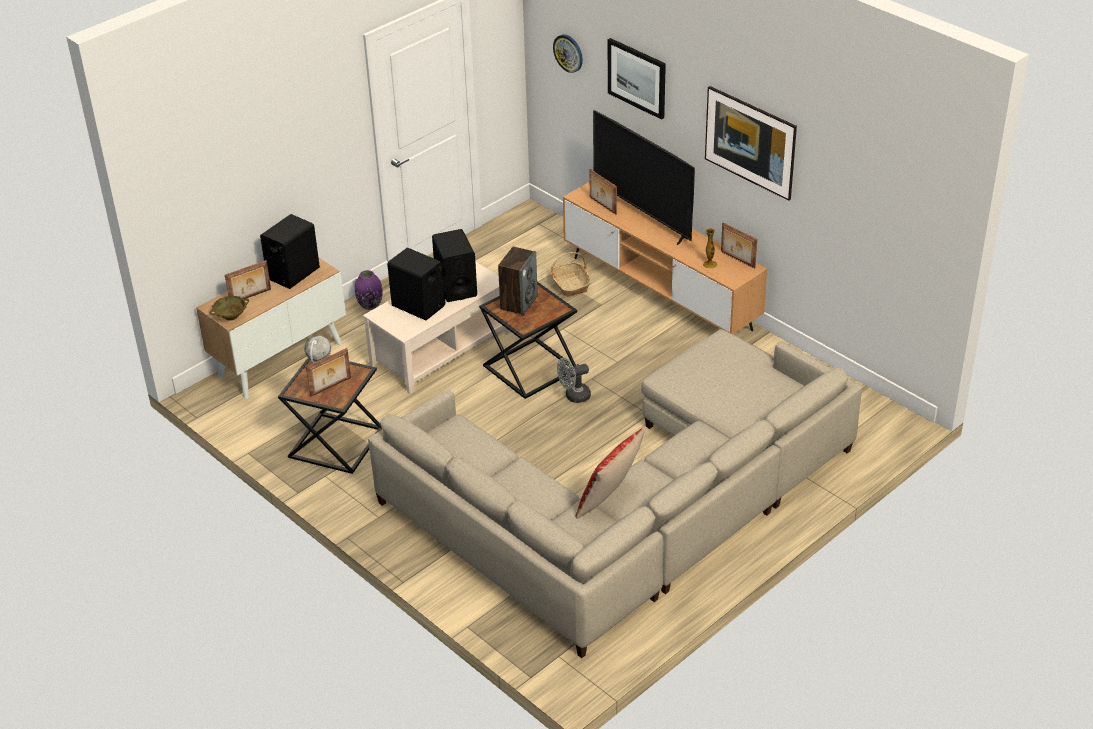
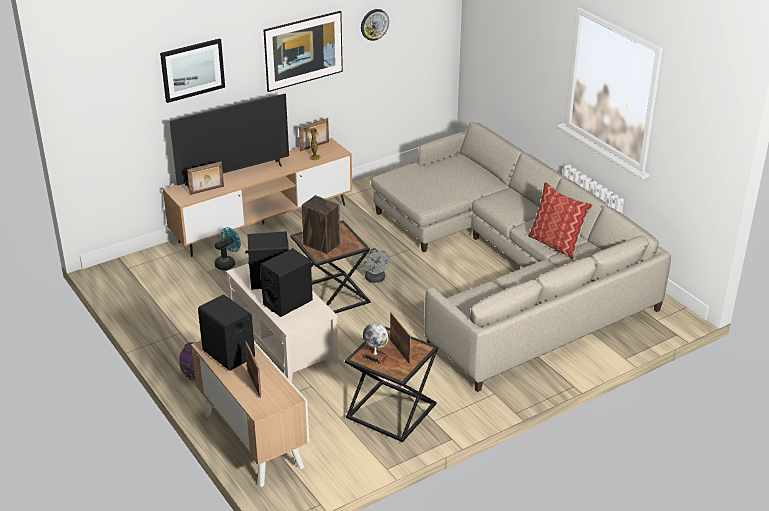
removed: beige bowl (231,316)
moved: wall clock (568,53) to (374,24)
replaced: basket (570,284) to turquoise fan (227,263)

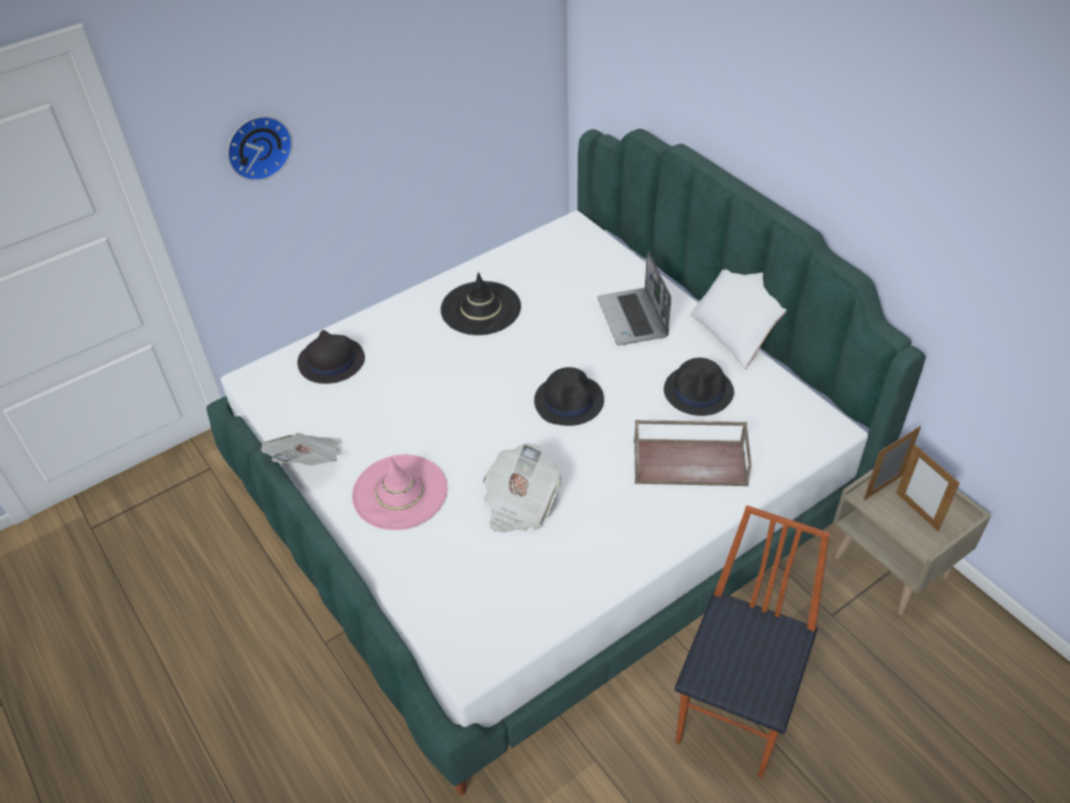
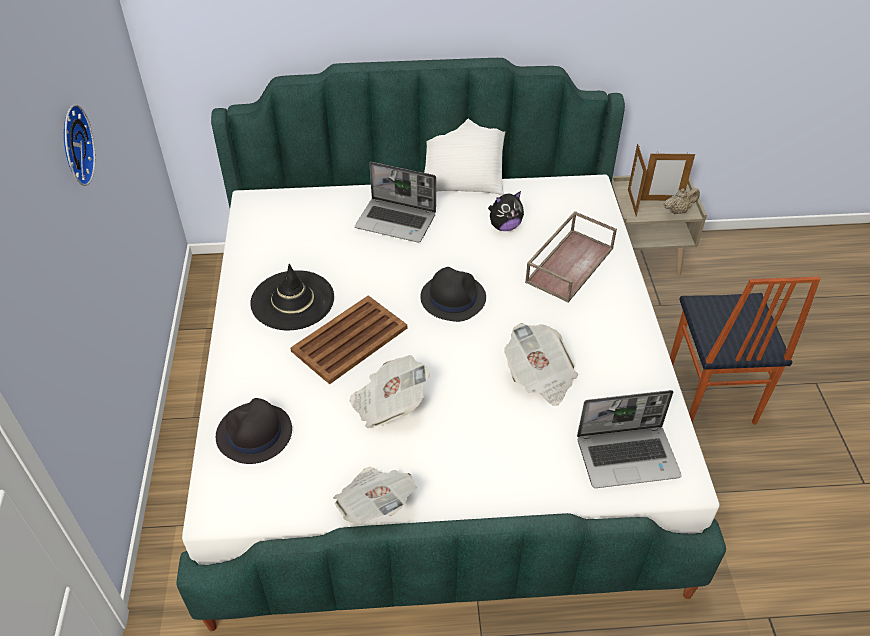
removed: pink hat (400,492)
added: brown tray (348,340); newspaper (389,404); laptop (628,456); beige teapot (678,211)
moved: wall clock (257,146) to (73,145)
replaced: black hat (699,391) to plush toy (504,226)
turned: chair (736,715) = (709,395) 150 degrees counterclockwise

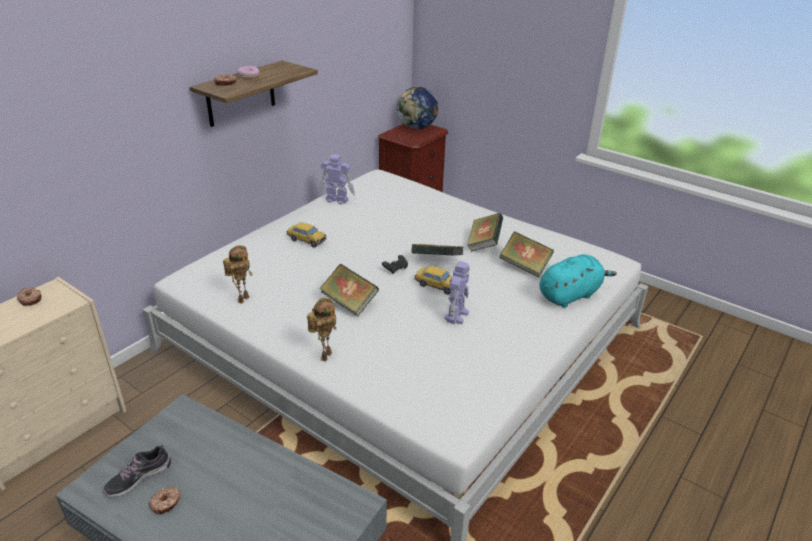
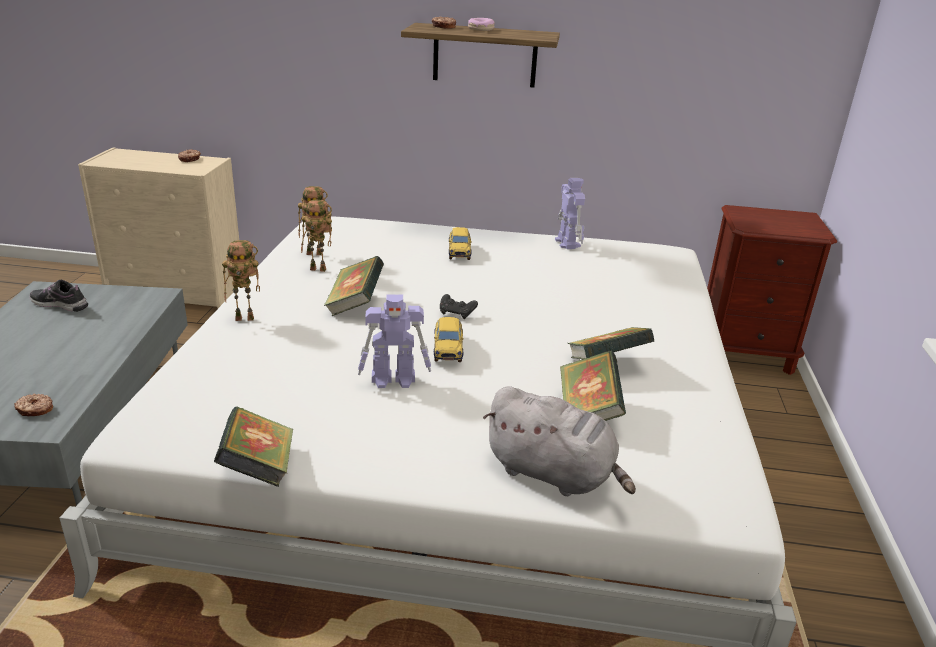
removed: globe (417,127)
added: toy robot (320,269)
moved: donut (166,503) to (35,410); book (437,262) to (259,470)
recoloured: turquoise plush toy (570,295) to grey plush toy (554,474)

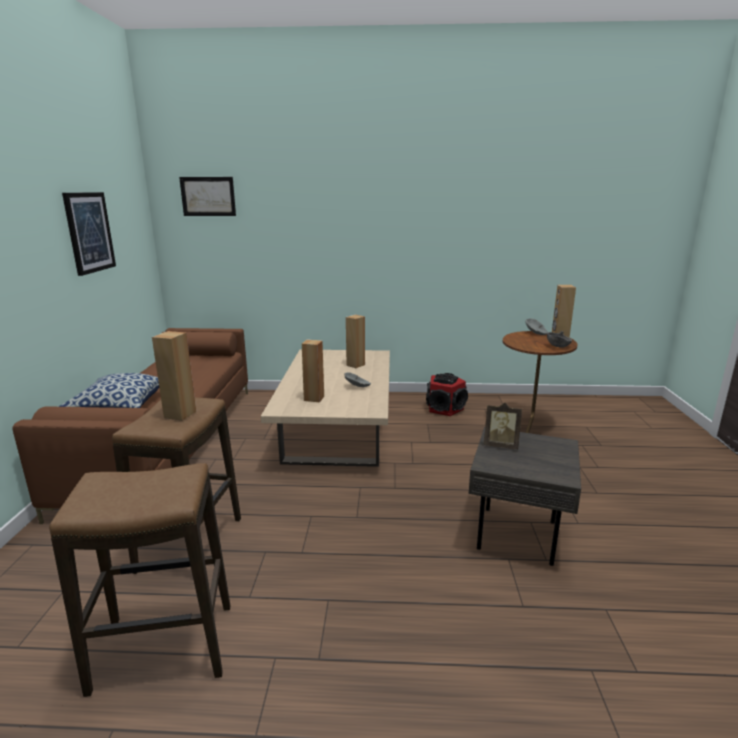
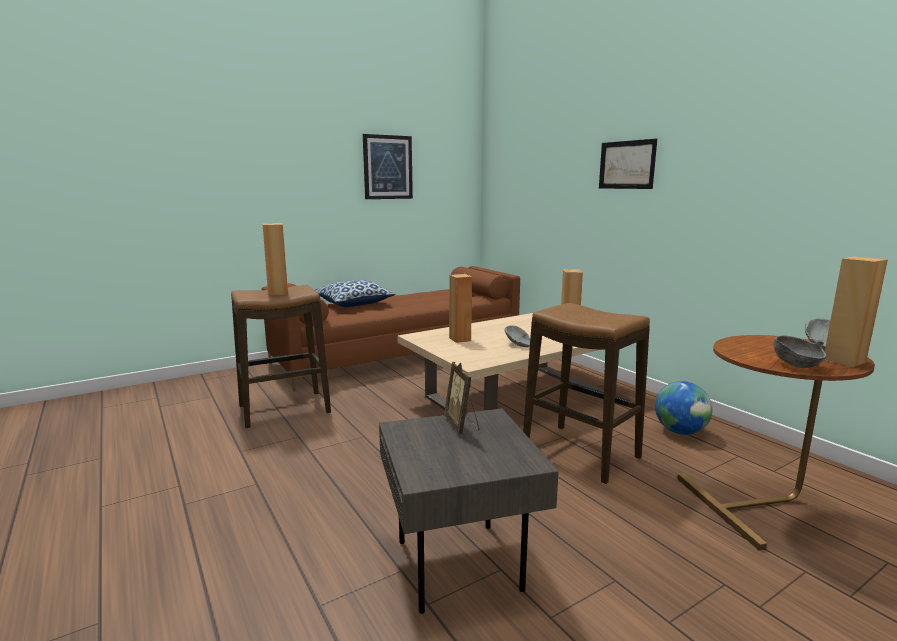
moved: stool (164,647) to (581,453); picture (208,196) to (626,165)
replaced: speaker (445,408) to globe (680,431)

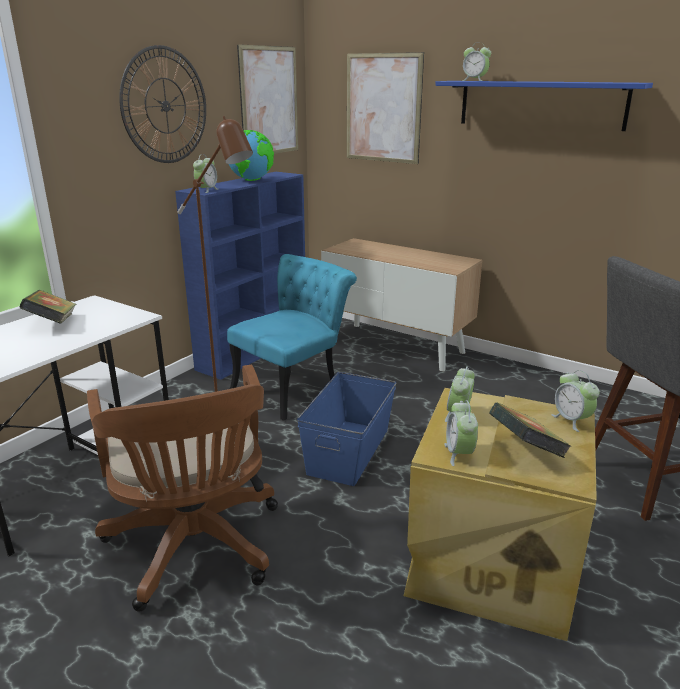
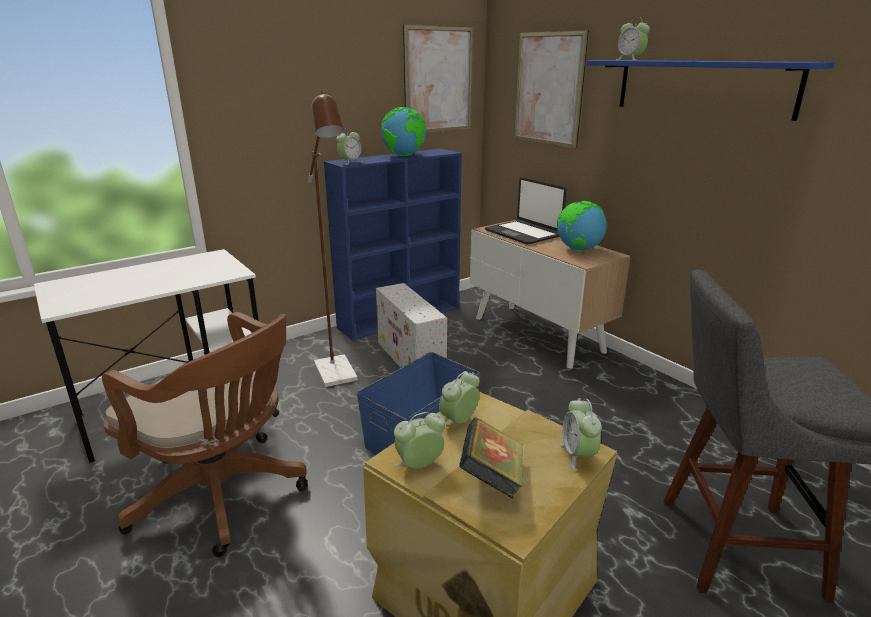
removed: book (53,323); wall clock (165,106)
added: laptop (523,233); globe (578,250)
replaced: turquoise chair (294,388) to white storage box (411,360)
turned: brown office chair (196,549) = (225,495) 60 degrees counterclockwise; alarm clock (459,454) = (419,465) 45 degrees clockwise

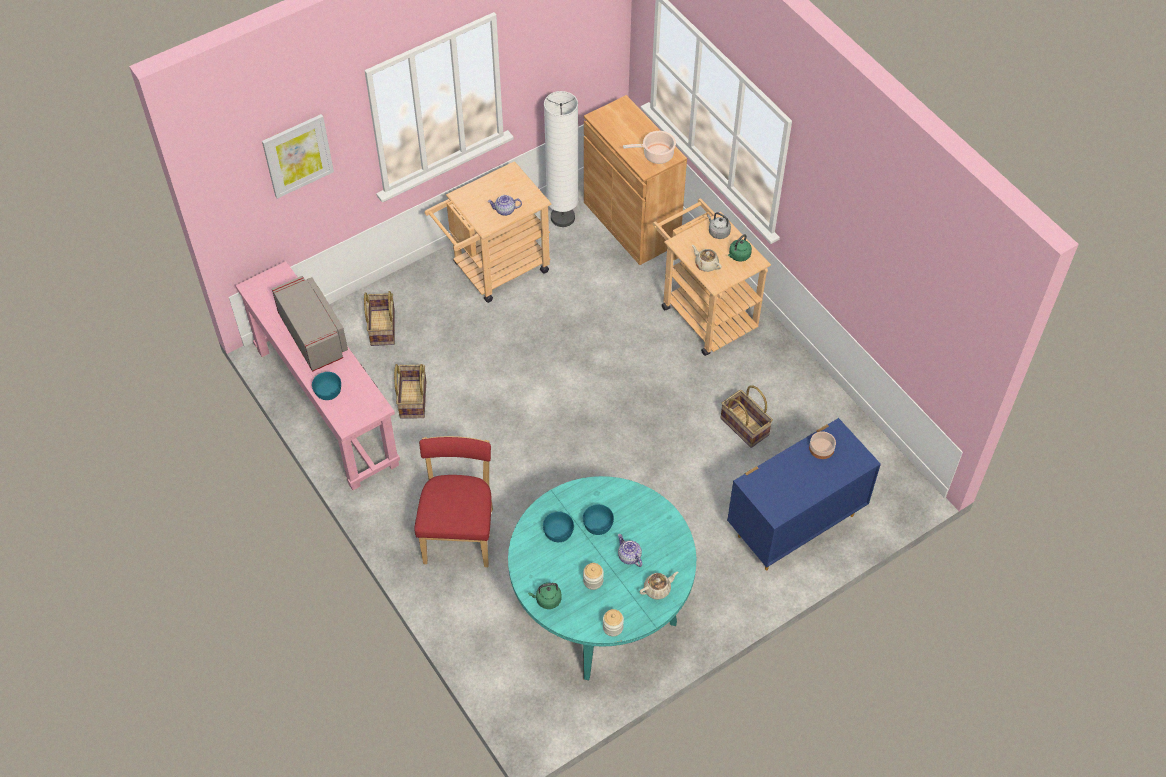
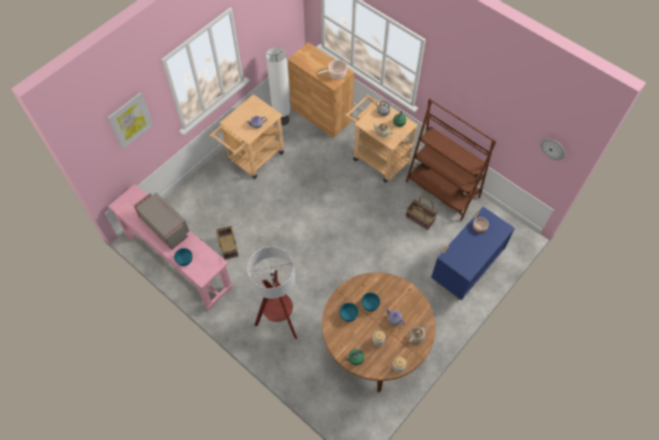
removed: basket (382,327)
added: brown bookcase (442,189); wall clock (553,148)
replaced: red chair (460,532) to floor lamp (279,320)
recoloured: turquoise dining table (601,610) to brown dining table (374,347)

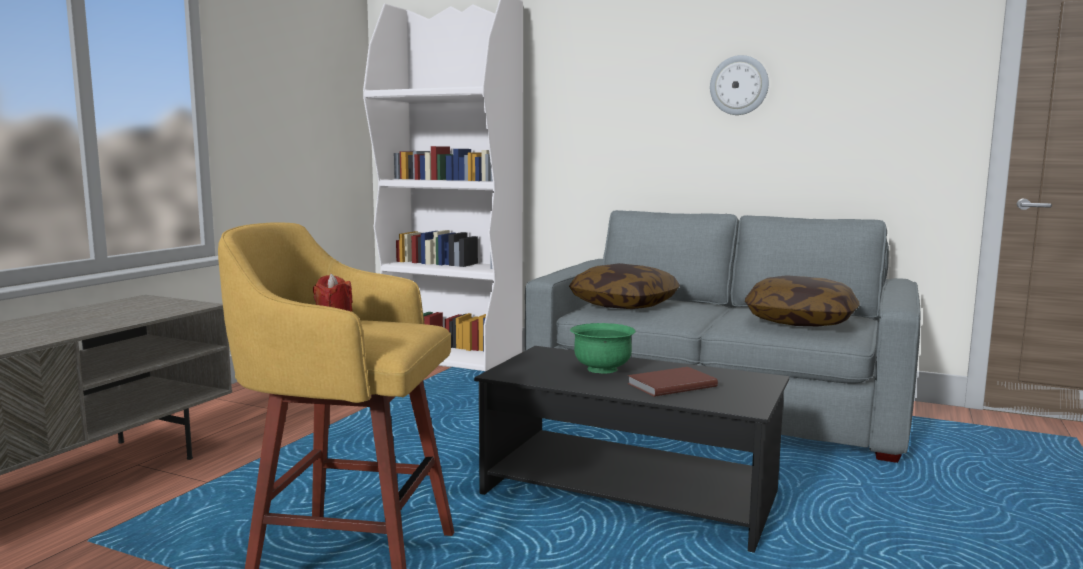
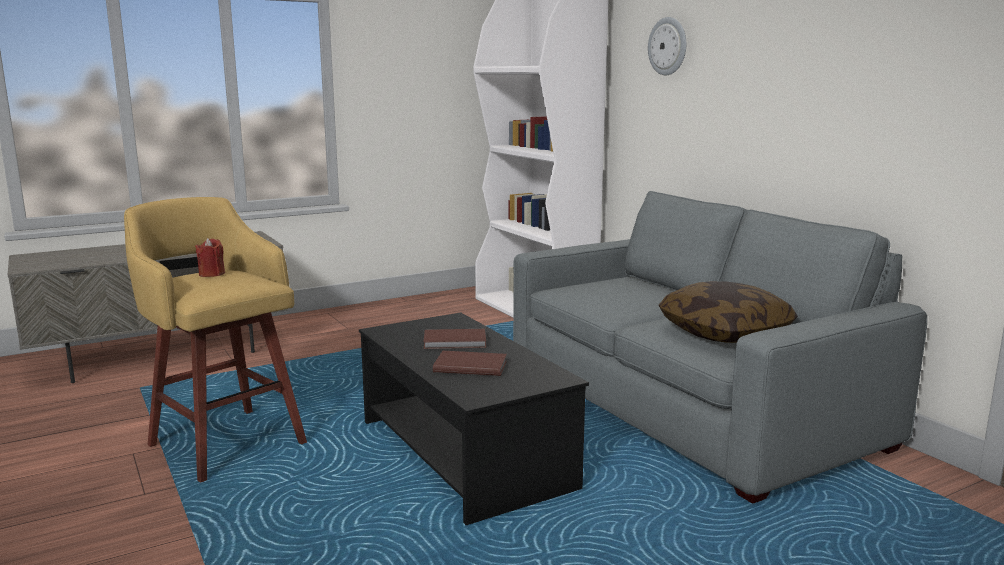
removed: pillow (624,304)
moved: wall clock (739,85) to (668,46)
replaced: green bowl (602,369) to brown book (455,342)

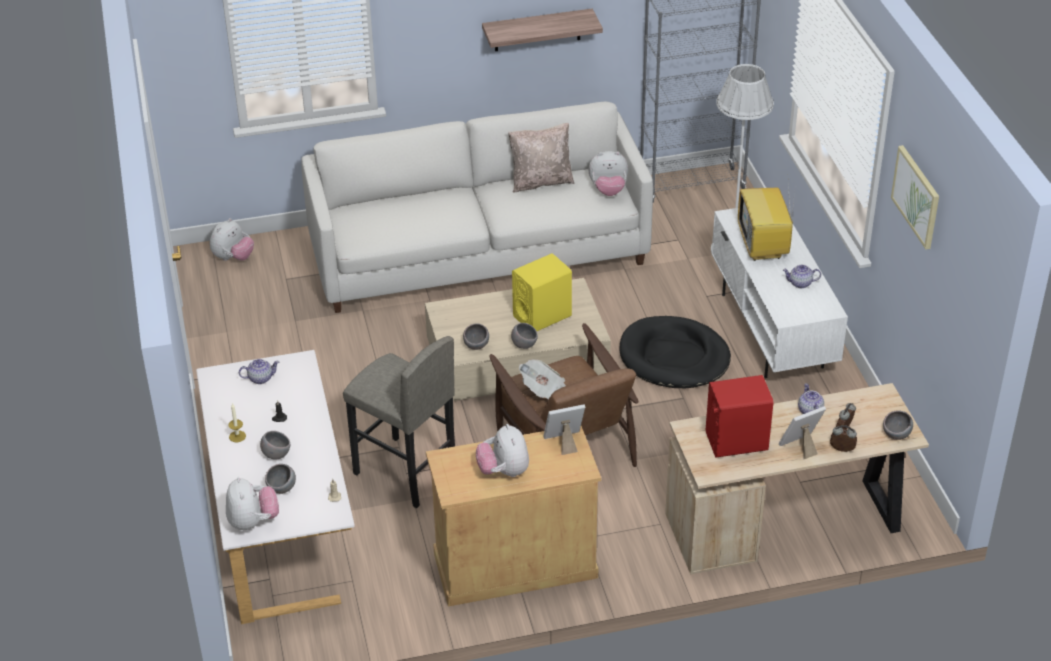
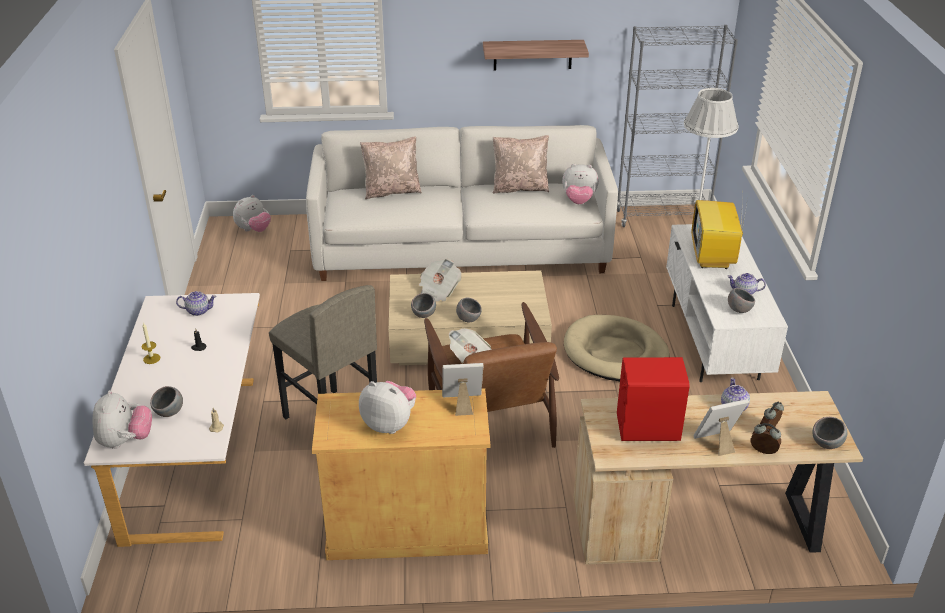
removed: yellow speaker (542,316); picture (916,196)
added: beige pillow (392,191); newspaper (438,291)
moved: grey bowl (276,454) to (739,310)
recoloured: black dog bed (674,357) to beige dog bed (615,353)
turned: plush toy (504,471) = (389,424) 120 degrees clockwise

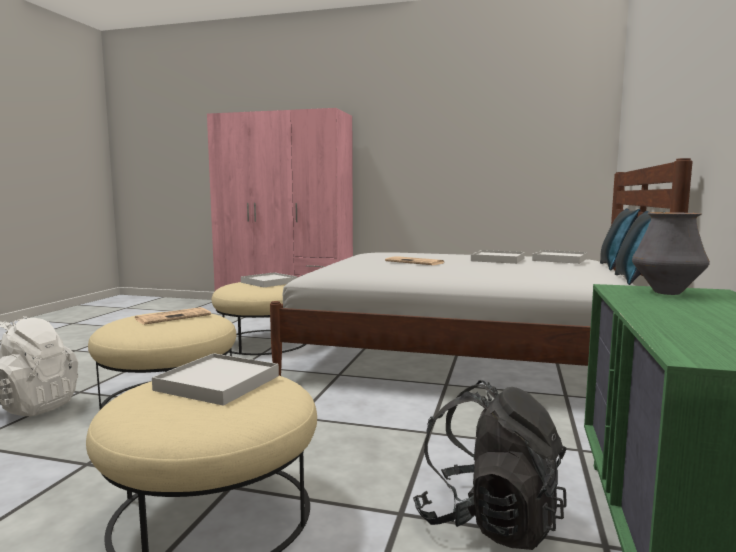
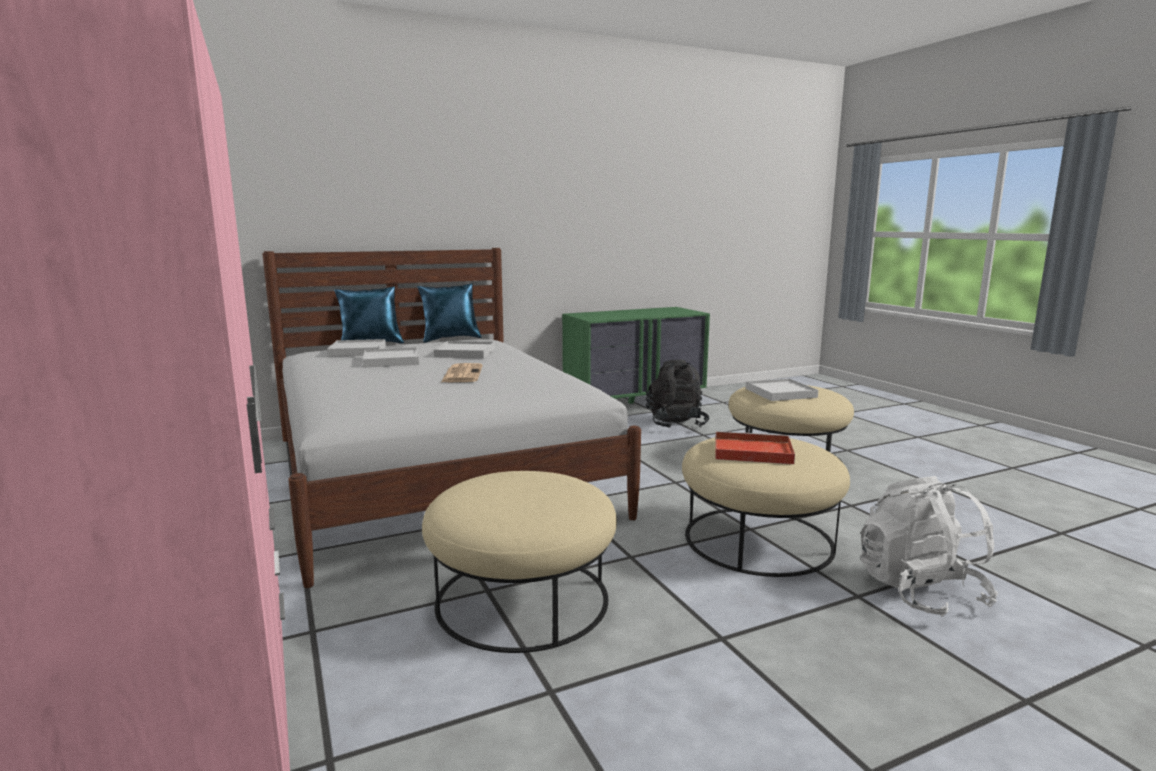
removed: vase (666,292)
moved: white tray (269,282) to (465,353)
replaced: newspaper (174,317) to red tray (750,451)

